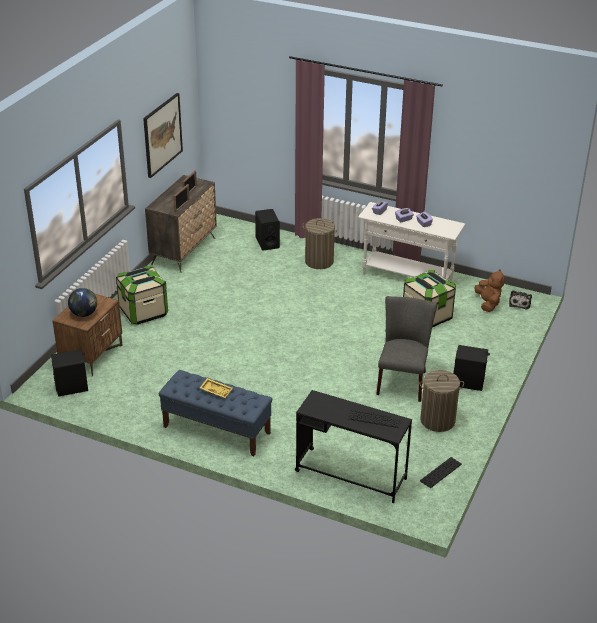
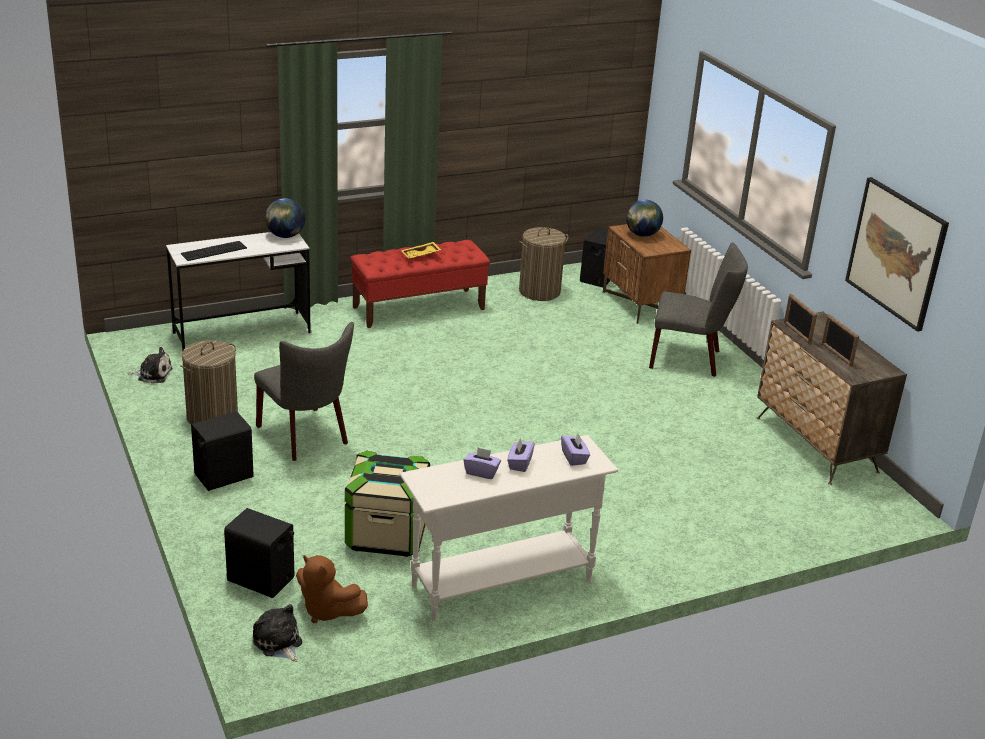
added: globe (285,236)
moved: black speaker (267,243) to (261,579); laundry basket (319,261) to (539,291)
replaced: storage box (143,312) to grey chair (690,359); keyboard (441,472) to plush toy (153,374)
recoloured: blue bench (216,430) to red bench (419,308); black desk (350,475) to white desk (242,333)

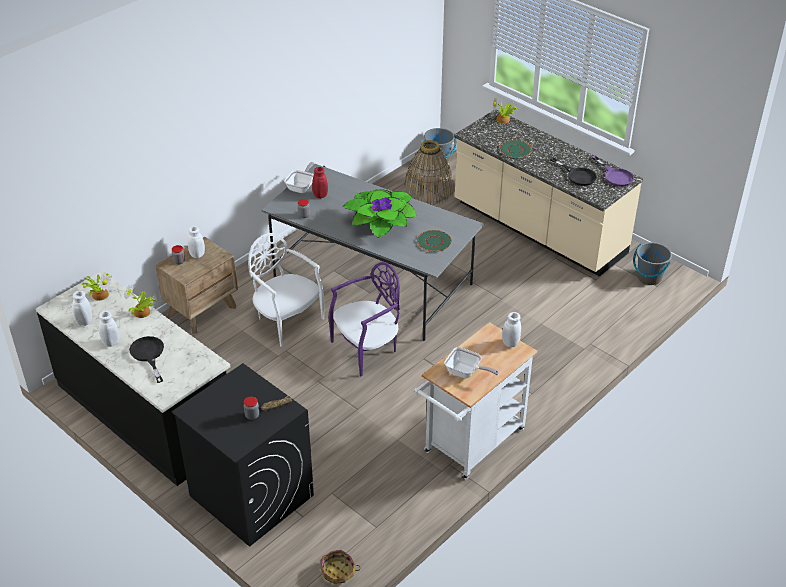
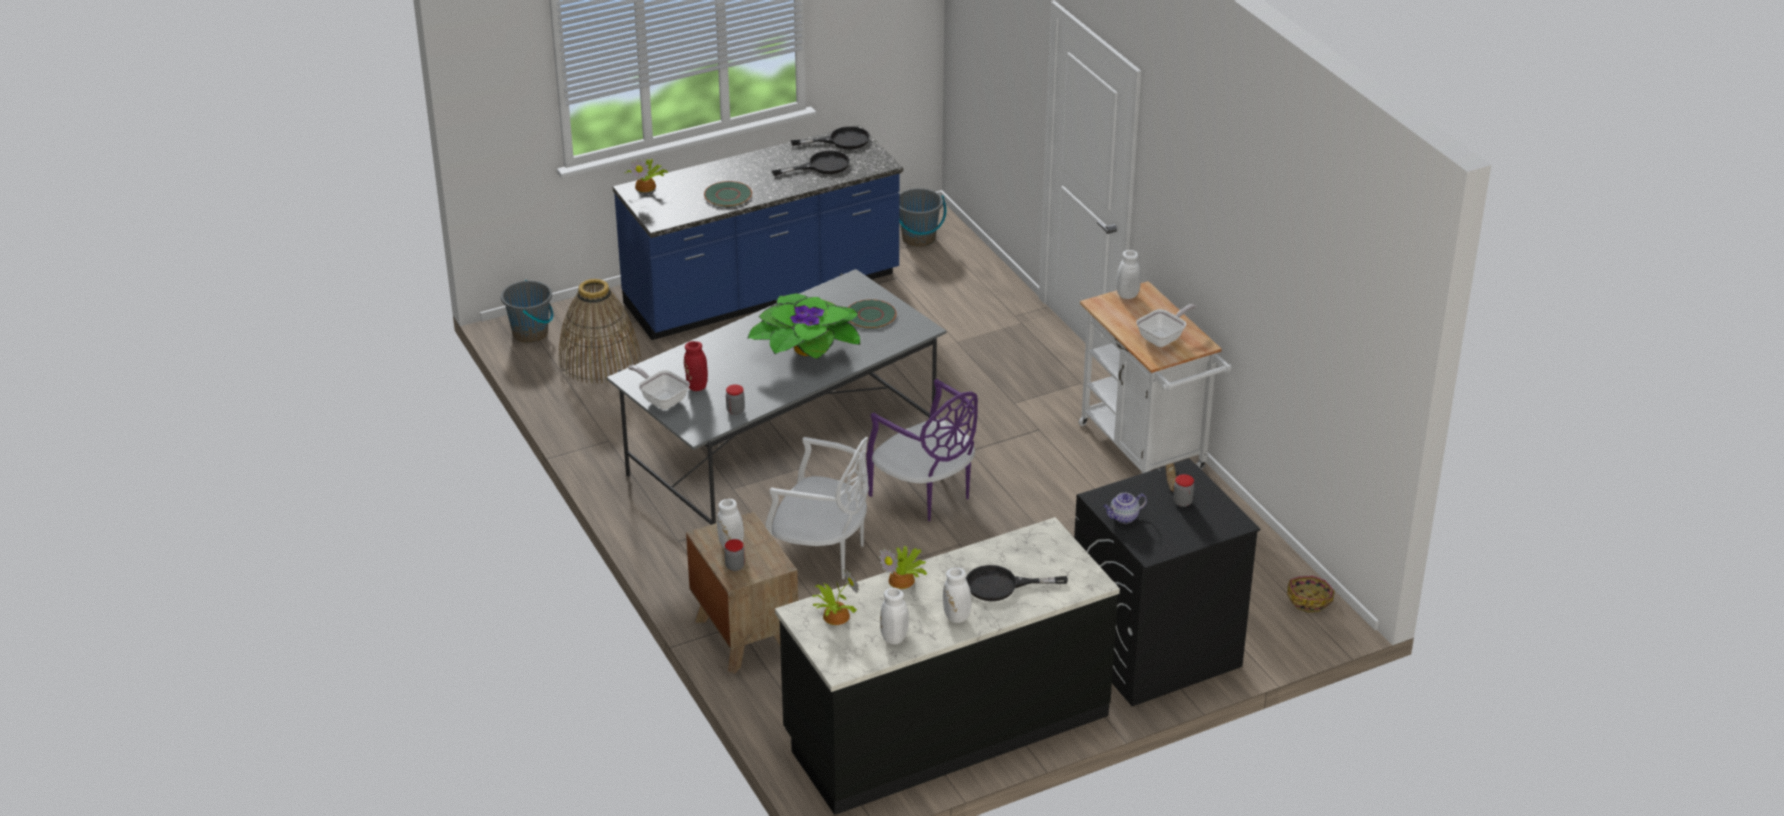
added: teapot (1123,517)
recoloured: beige counter (538,229) to blue counter (762,292); purple frying pan (615,176) to black frying pan (841,140)
turned: white chair (287,321) = (820,555) 135 degrees counterclockwise; purple chair (367,349) = (925,494) 150 degrees clockwise

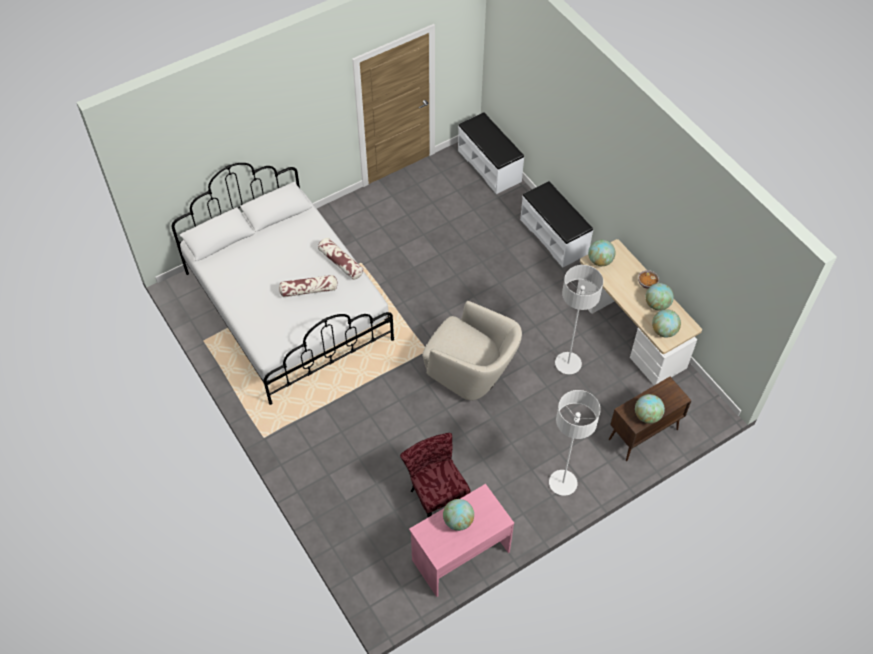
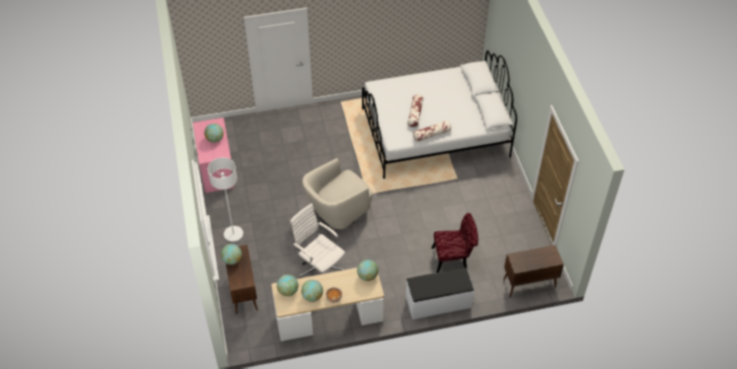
moved: red chair (436,494) to (453,258)
replaced: white bench (489,165) to brown cabinet (528,284); grey floor lamp (568,364) to white office chair (319,269)

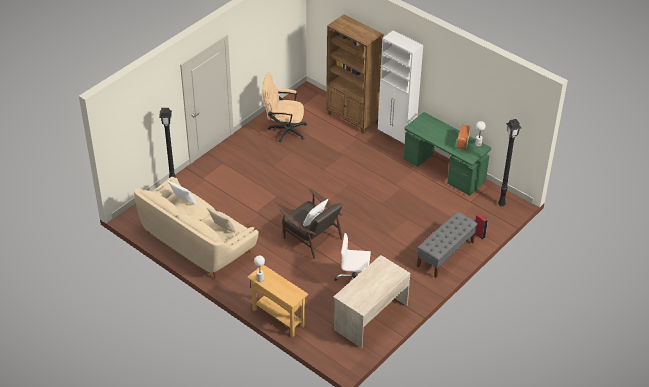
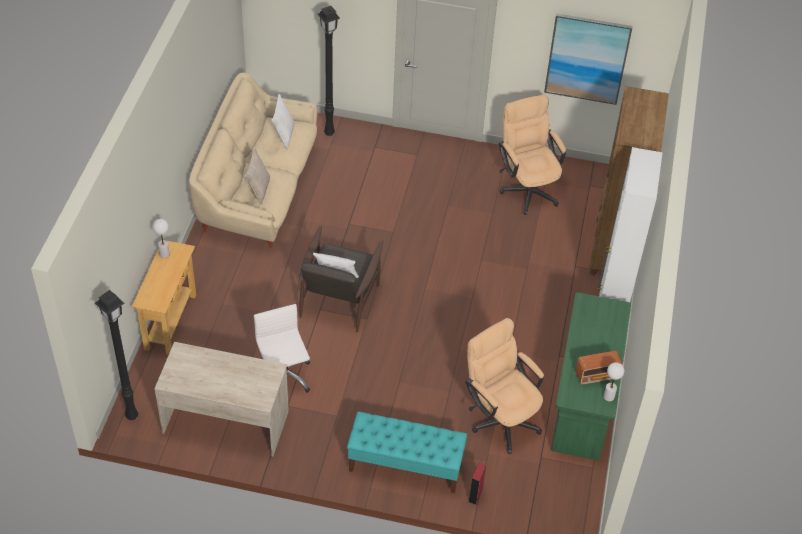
added: beige office chair (500,417); picture (587,59)
moved: black floor lamp (501,205) to (131,416)
recoloured: grey bench (445,254) to turquoise bench (405,466)

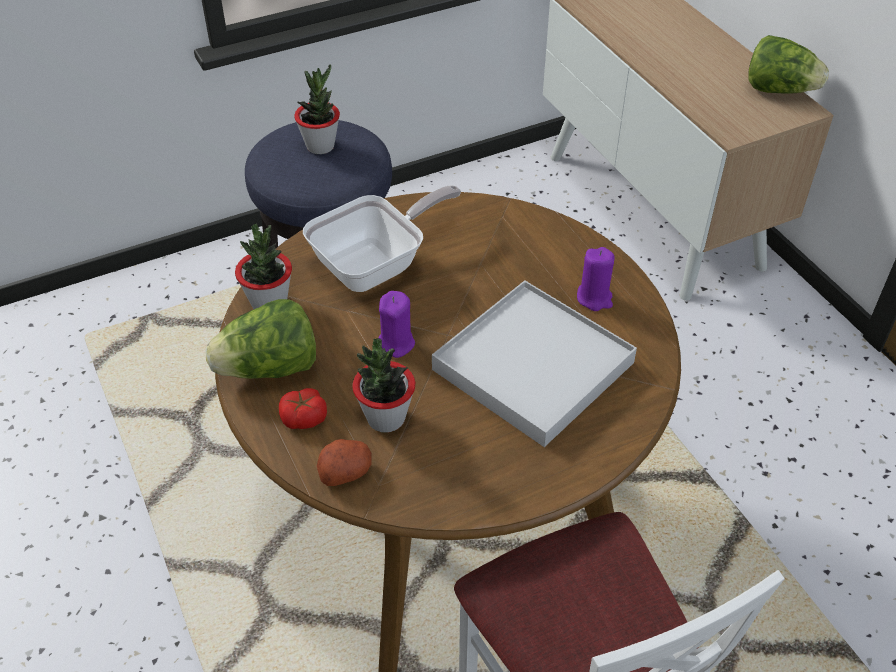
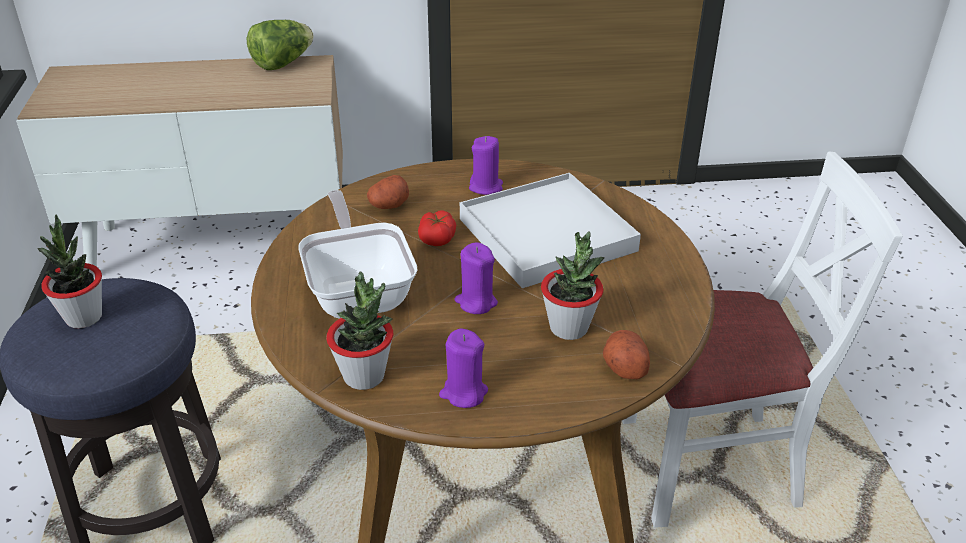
added: potato (389,205)
moved: tomato (304,418) to (437,238)
replaced: lettuce (270,369) to purple candle (463,393)

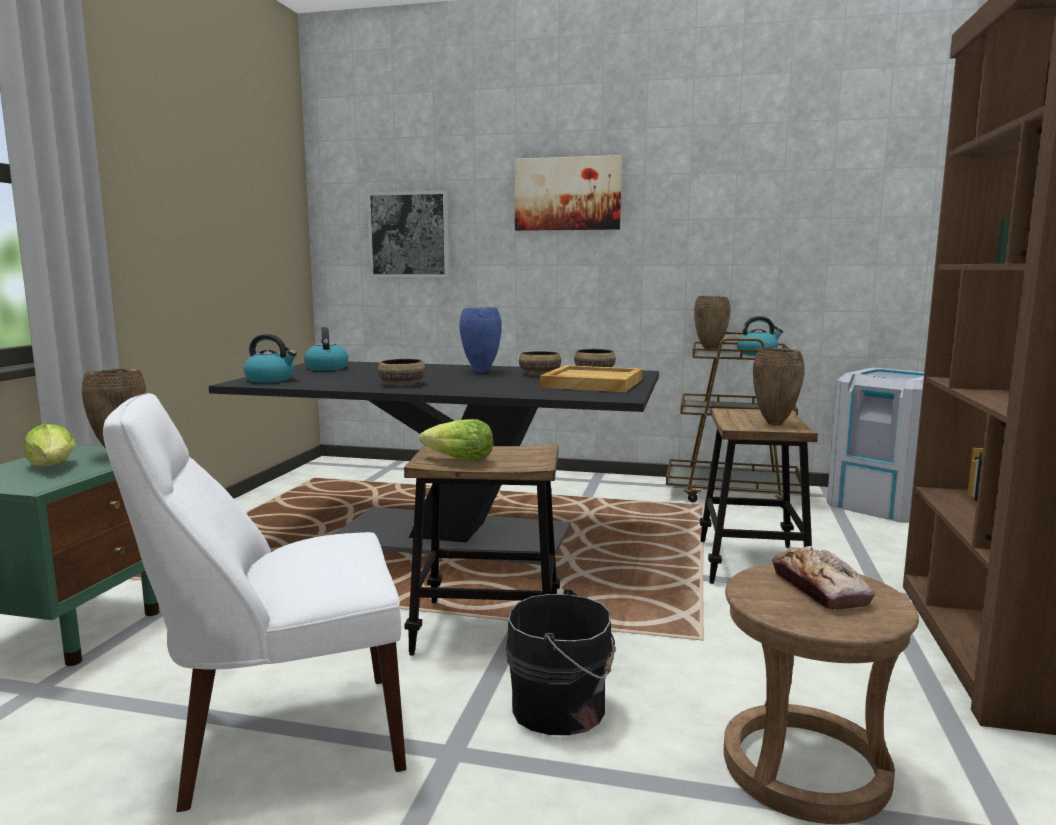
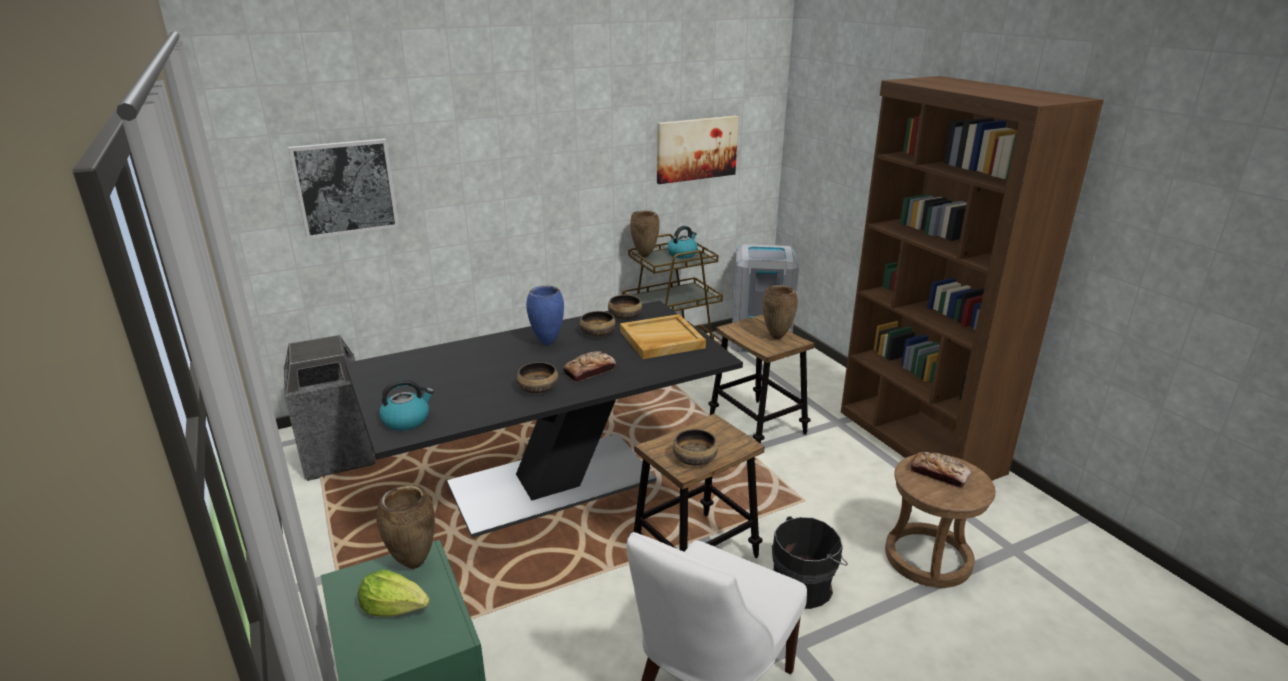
removed: kettle (326,368)
added: trash can (339,457); bread (589,371)
moved: picture (567,194) to (696,149)
replaced: lettuce (459,460) to bowl (695,459)

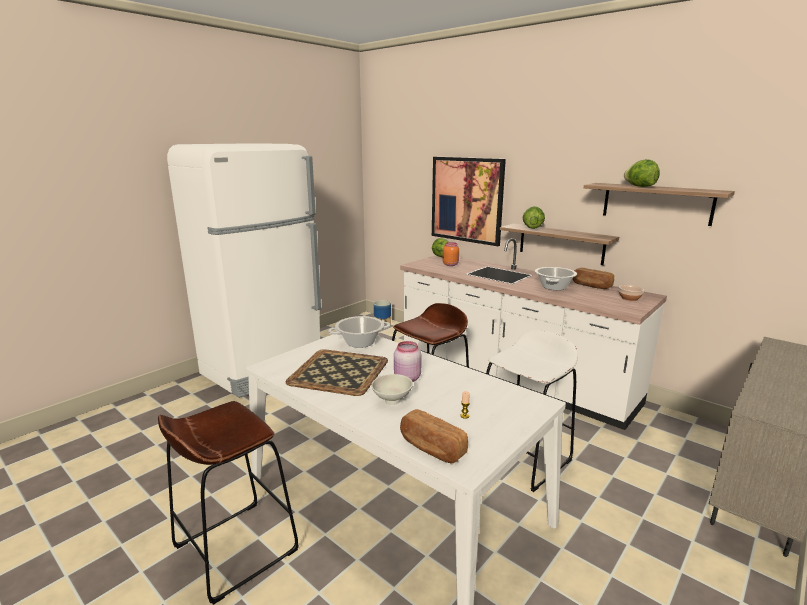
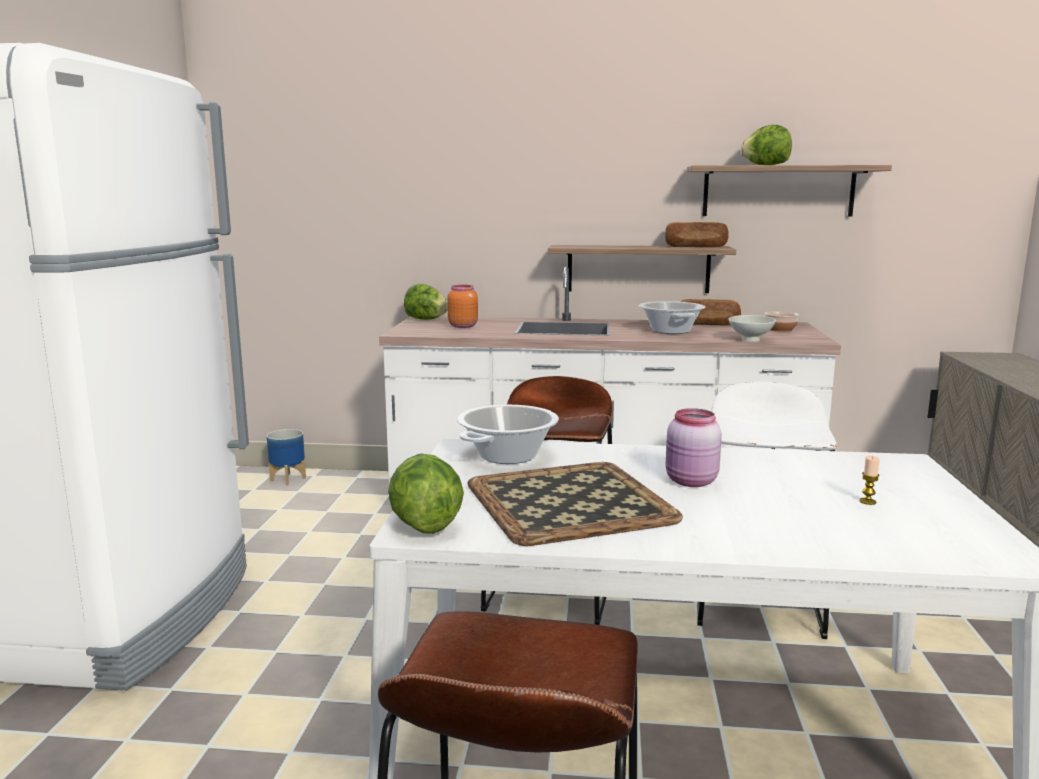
removed: picture (466,200)
moved: white bowl (392,401) to (751,340); bread (431,448) to (695,247); lettuce (532,228) to (424,525)

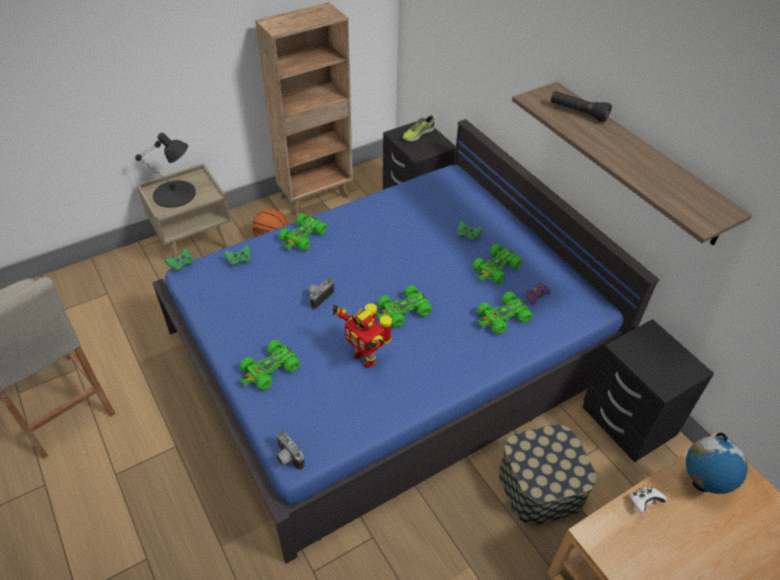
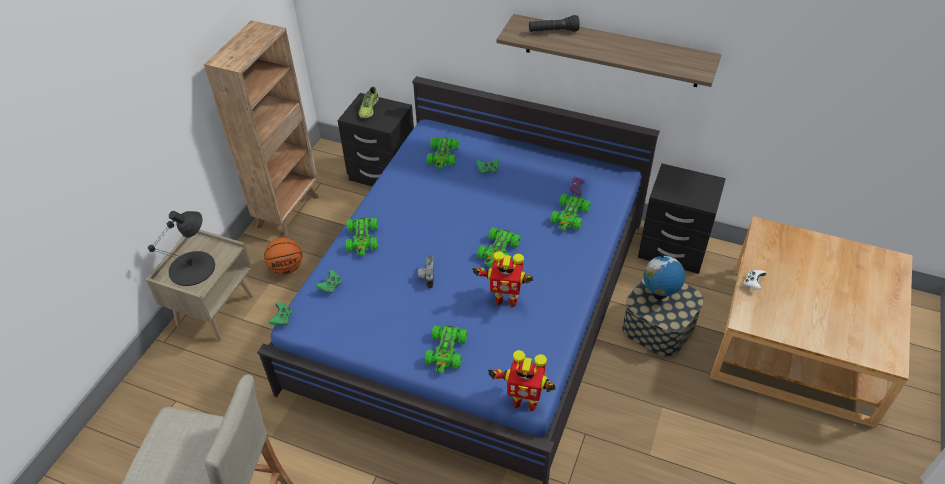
moved: green toy car (496,269) to (443,156); globe (701,484) to (659,295)
replaced: photo camera (287,458) to toy robot (524,401)

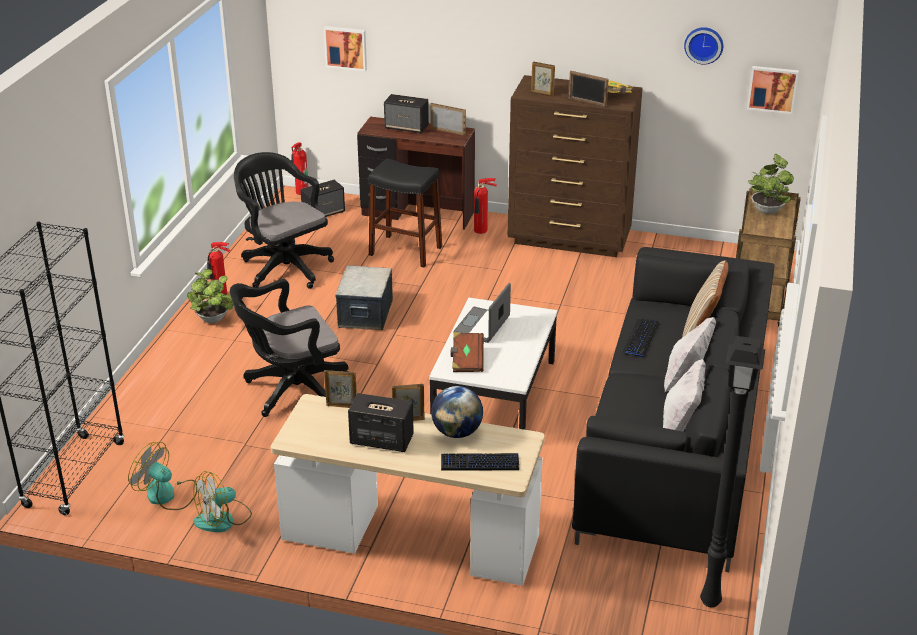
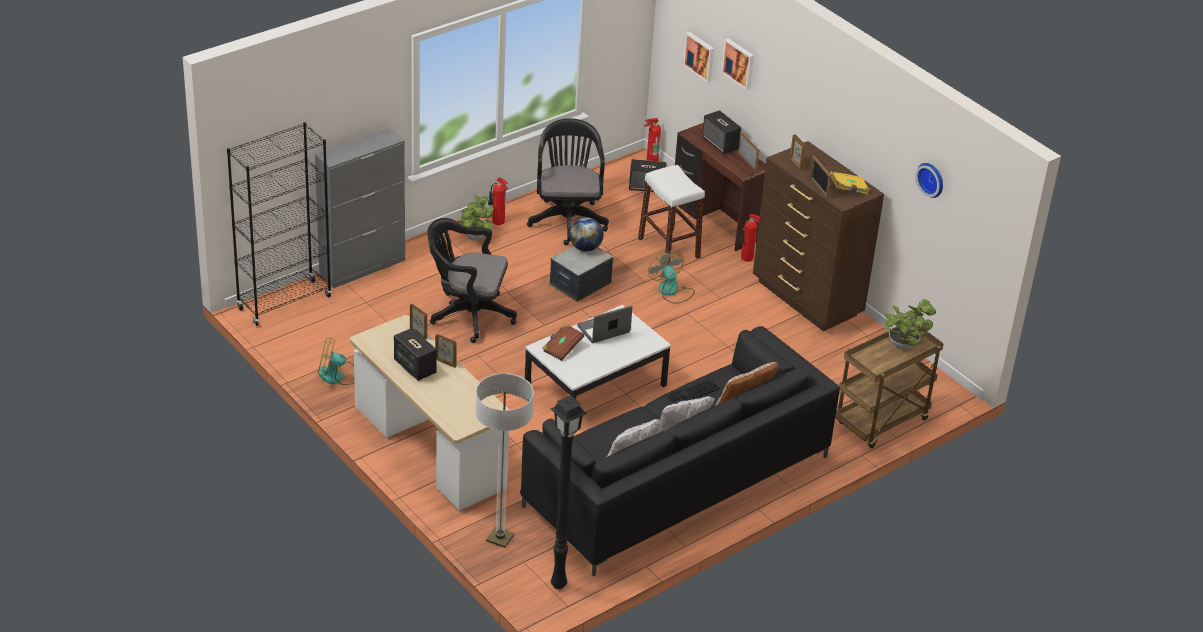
removed: keyboard (479,463)
added: grey cabinet (363,267); floor lamp (500,538)
moved: fan (167,495) to (671,291); globe (457,432) to (585,248); picture (772,89) to (739,63)
recoloured: black stool (405,251) to white stool (669,248)

